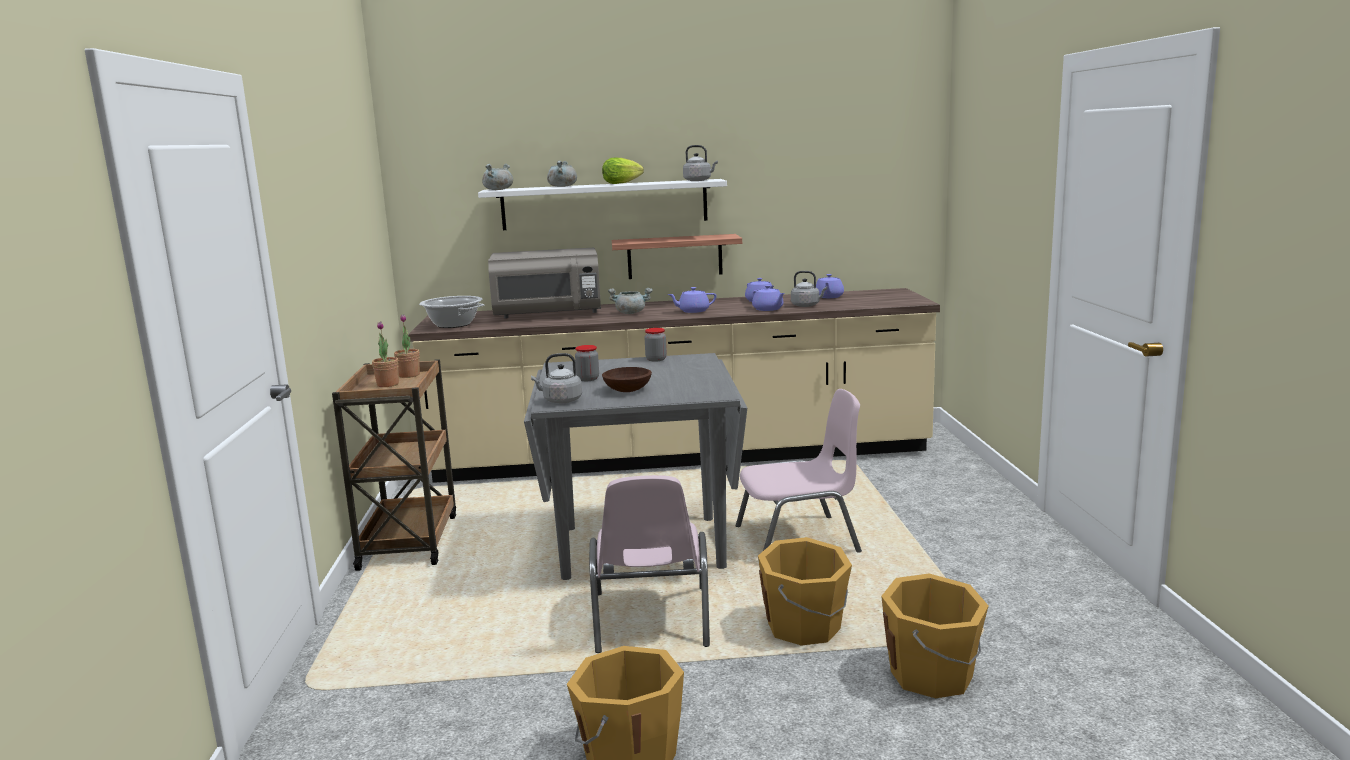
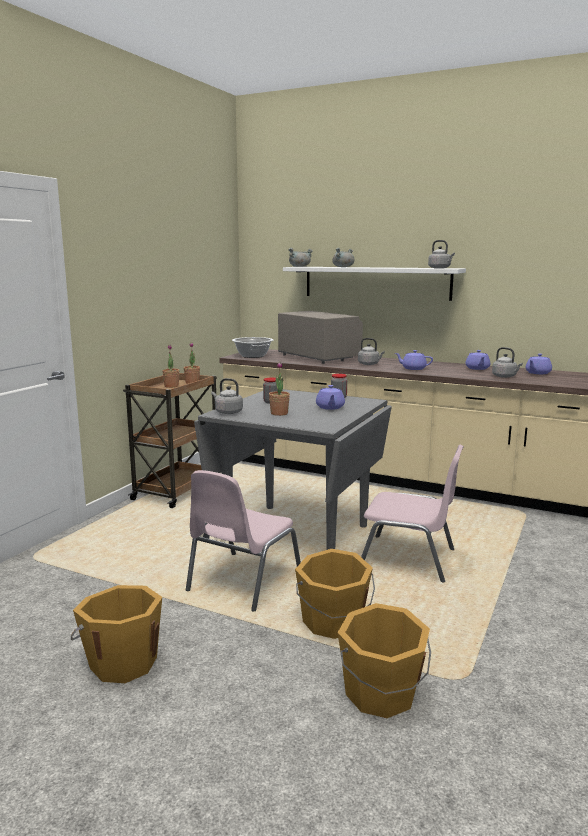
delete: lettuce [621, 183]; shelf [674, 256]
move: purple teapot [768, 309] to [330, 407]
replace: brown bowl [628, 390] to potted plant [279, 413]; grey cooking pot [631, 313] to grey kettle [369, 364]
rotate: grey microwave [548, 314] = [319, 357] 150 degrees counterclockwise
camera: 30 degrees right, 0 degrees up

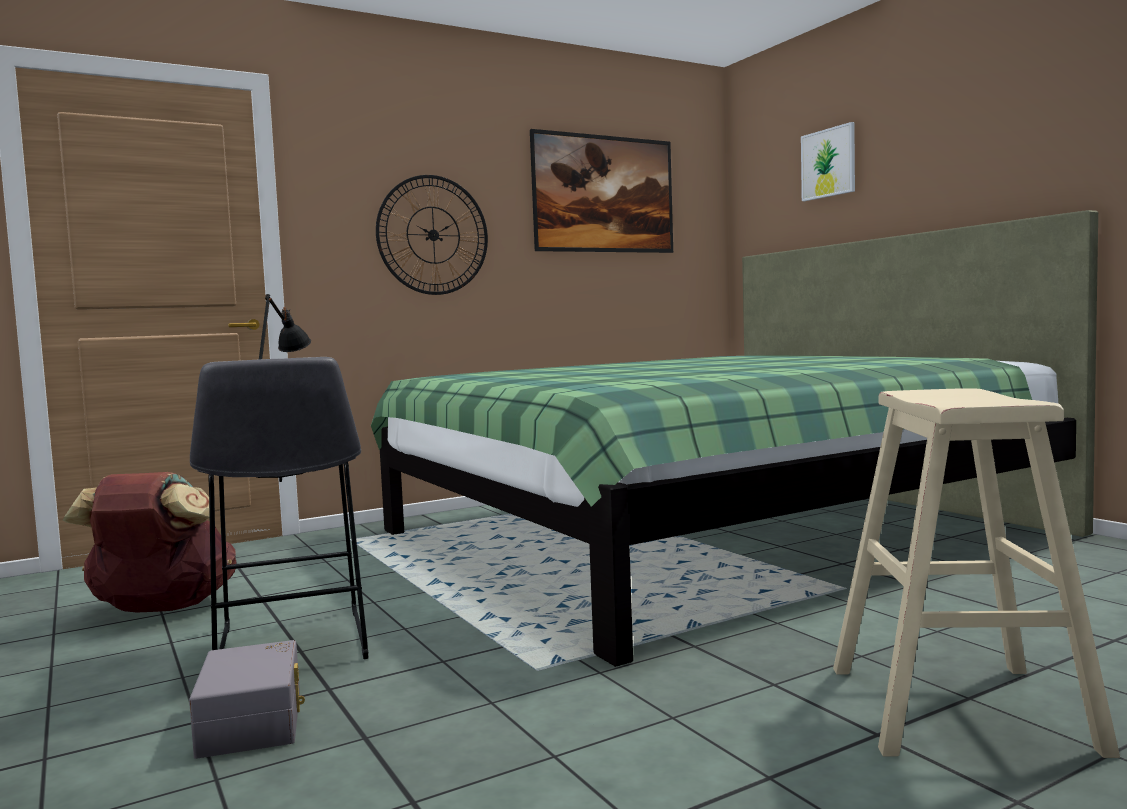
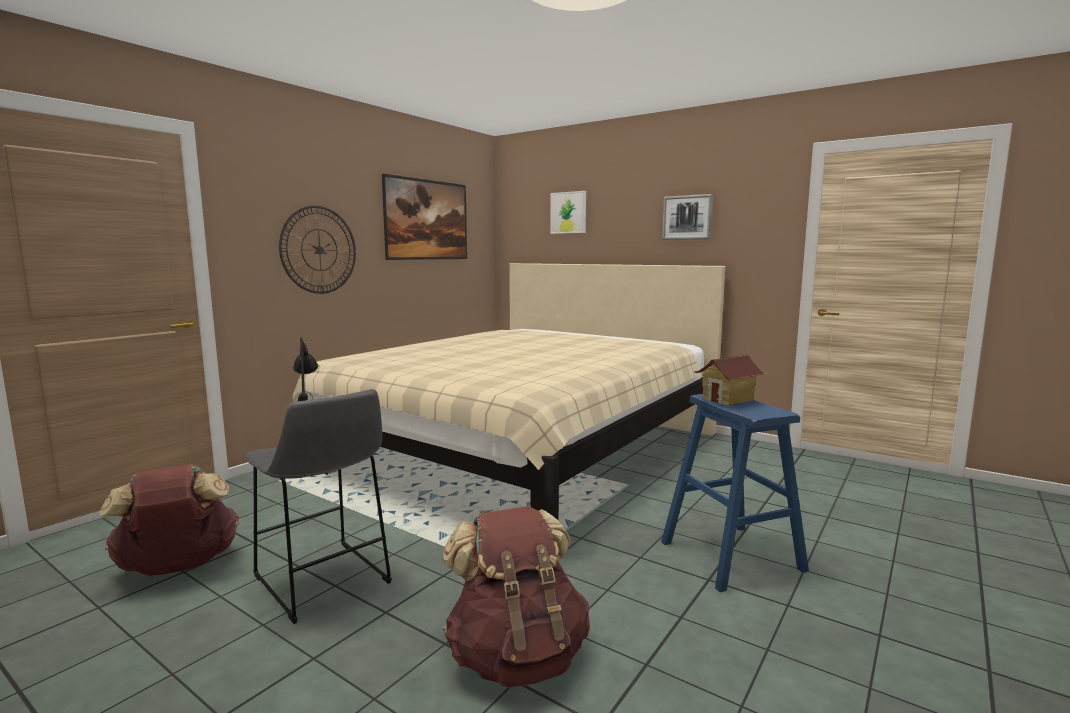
delete: grey storage box [254, 721]
insert: brown backpack [517, 656]; picture [687, 217]; toy house [728, 400]
recolor: green bed [707, 532] to beige bed [523, 450]; beige stool [959, 708] to blue stool [731, 556]
camera: 25 degrees left, 5 degrees up

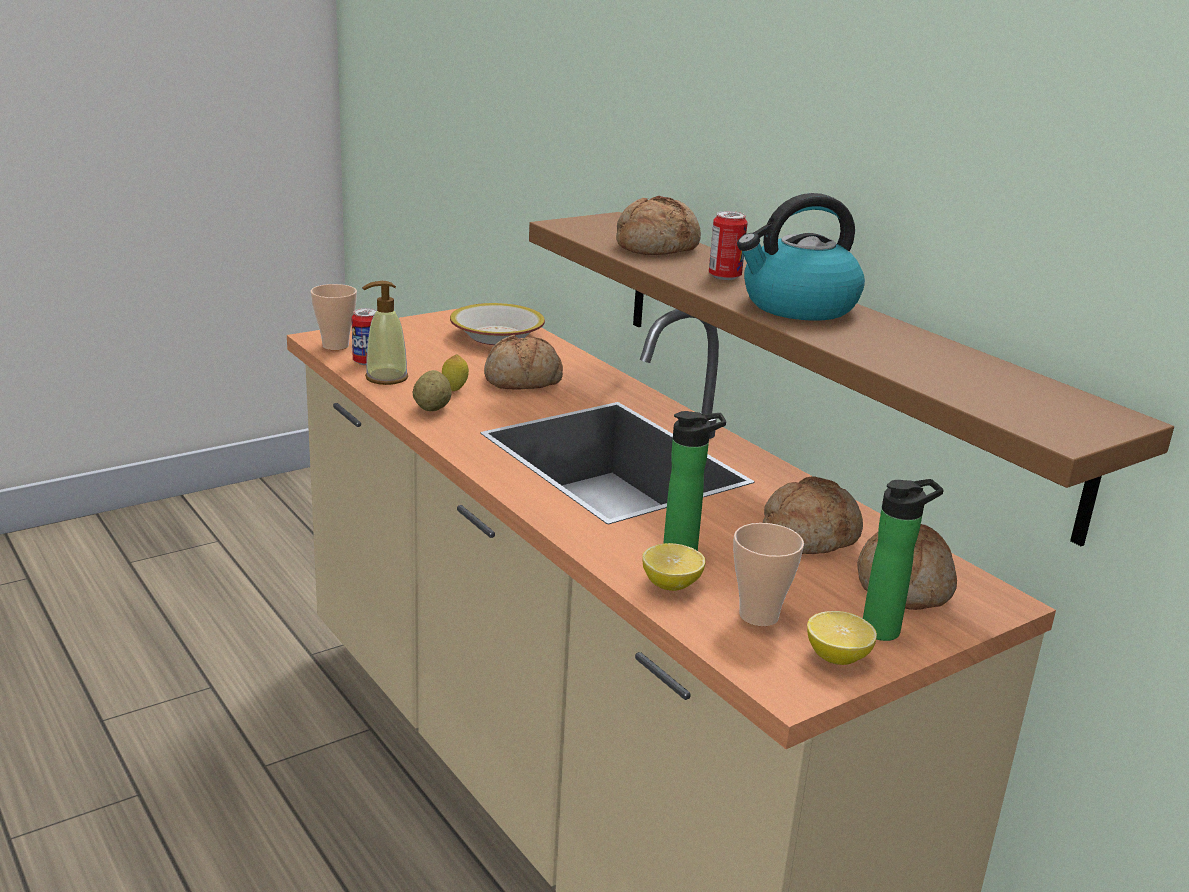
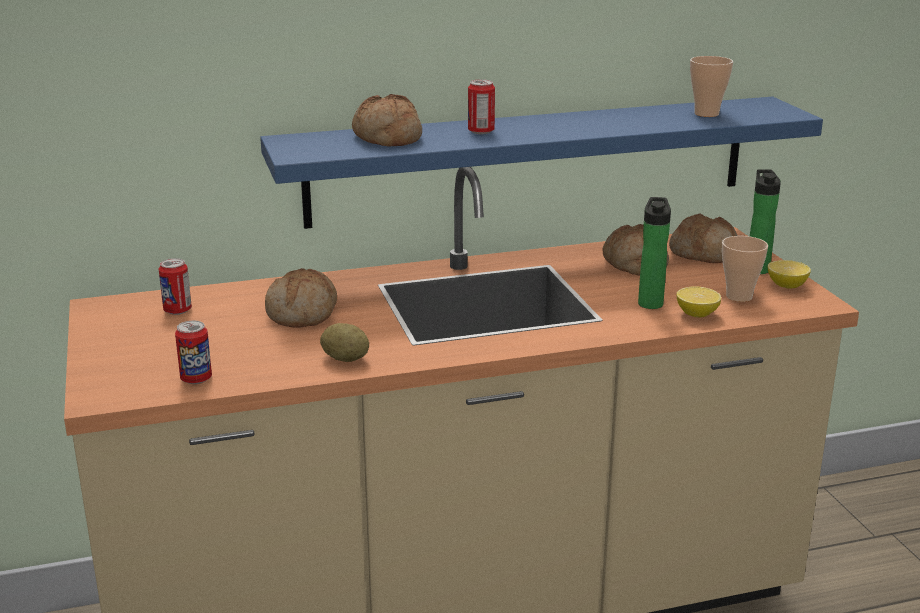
delete: soap dispenser [386, 378]; lemon [455, 390]; kettle [798, 306]
move: cup [335, 346] to [706, 114]
replace: bowl [496, 337] to can [177, 310]
recolor: brown shelf [826, 355] to blue shelf [531, 160]
camera: 70 degrees left, 0 degrees up

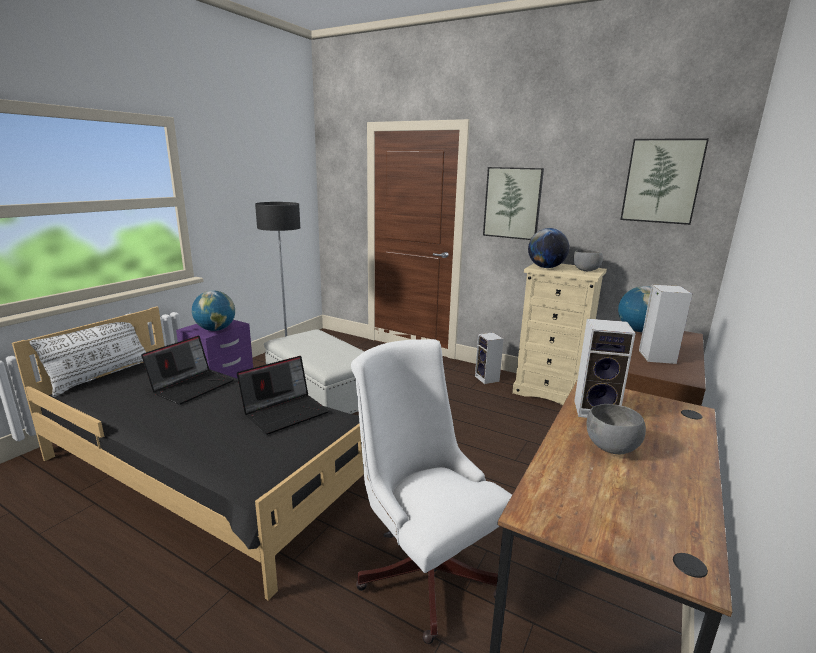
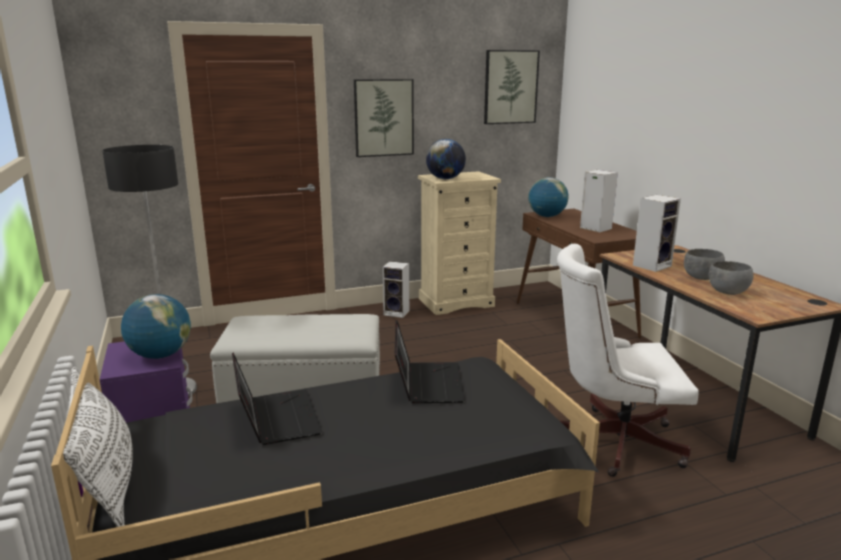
move: grey bowl [585, 270] to [727, 292]
camera: 50 degrees left, 0 degrees up

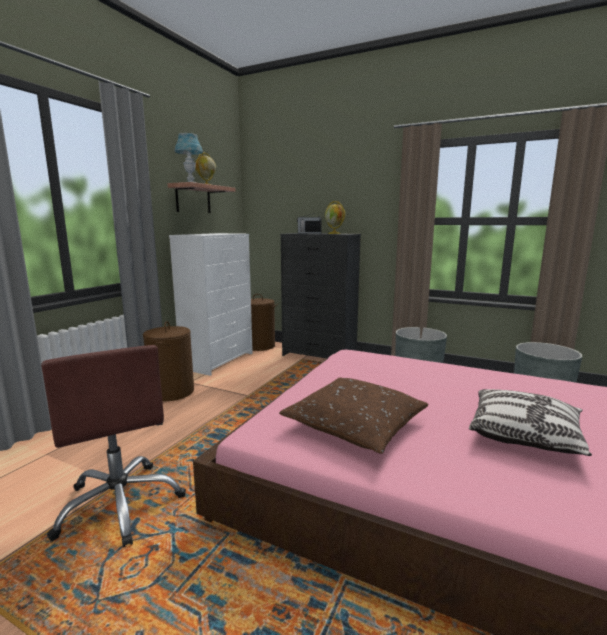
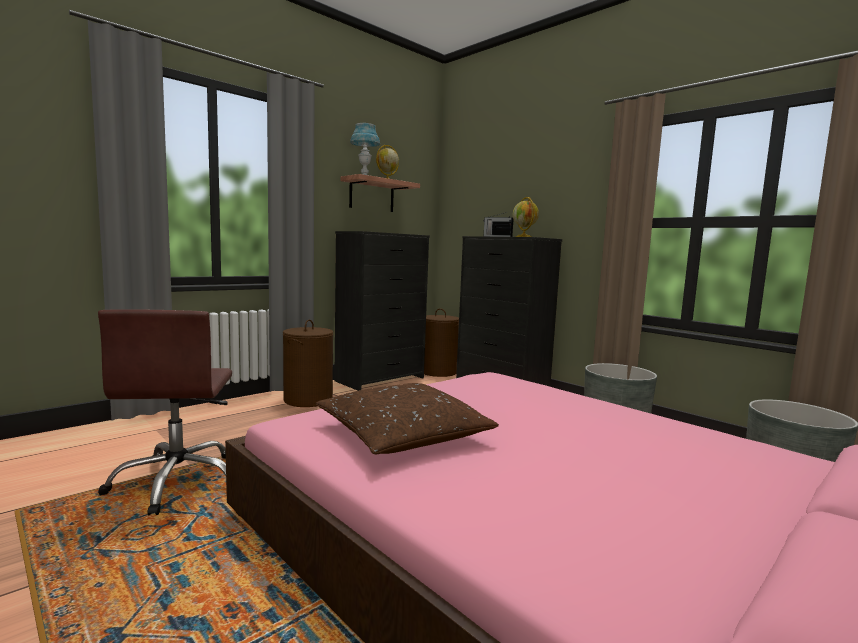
delete: pillow [524, 435]
recolor: white dresser [218, 360] to black dresser [381, 379]
camera: 20 degrees right, 5 degrees down

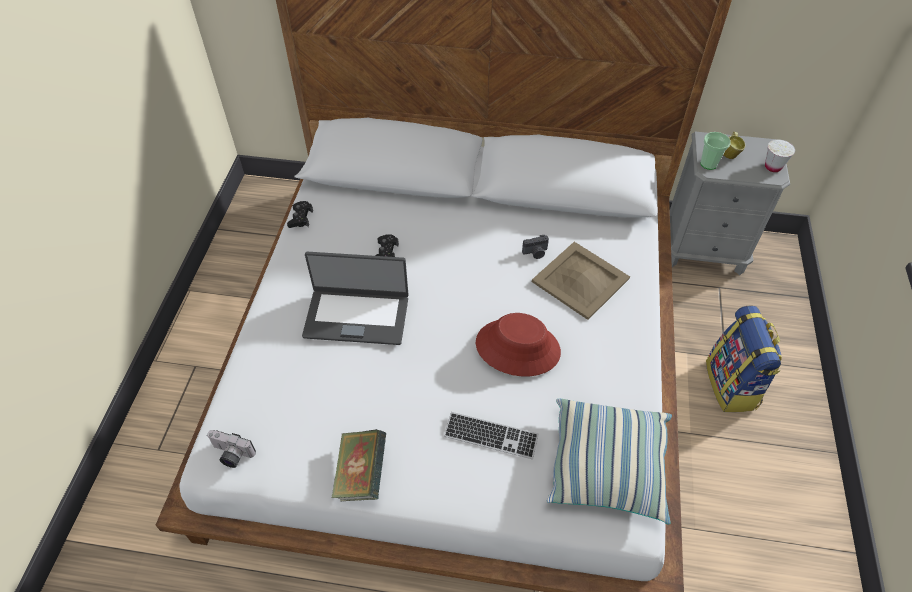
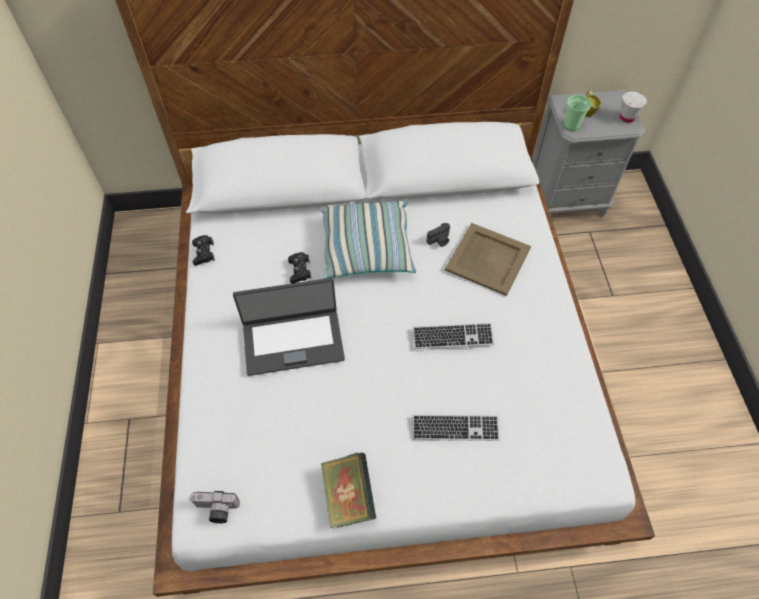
delete: backpack [732, 385]
move: pillow [607, 467] to [367, 249]
replace: red hat [518, 347] to keyboard [452, 337]
camera: 15 degrees left, 5 degrees up

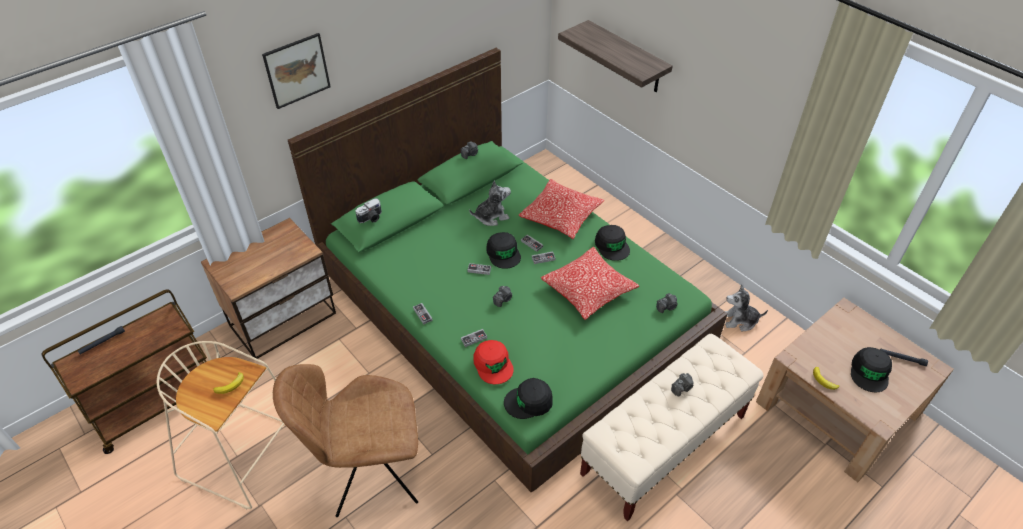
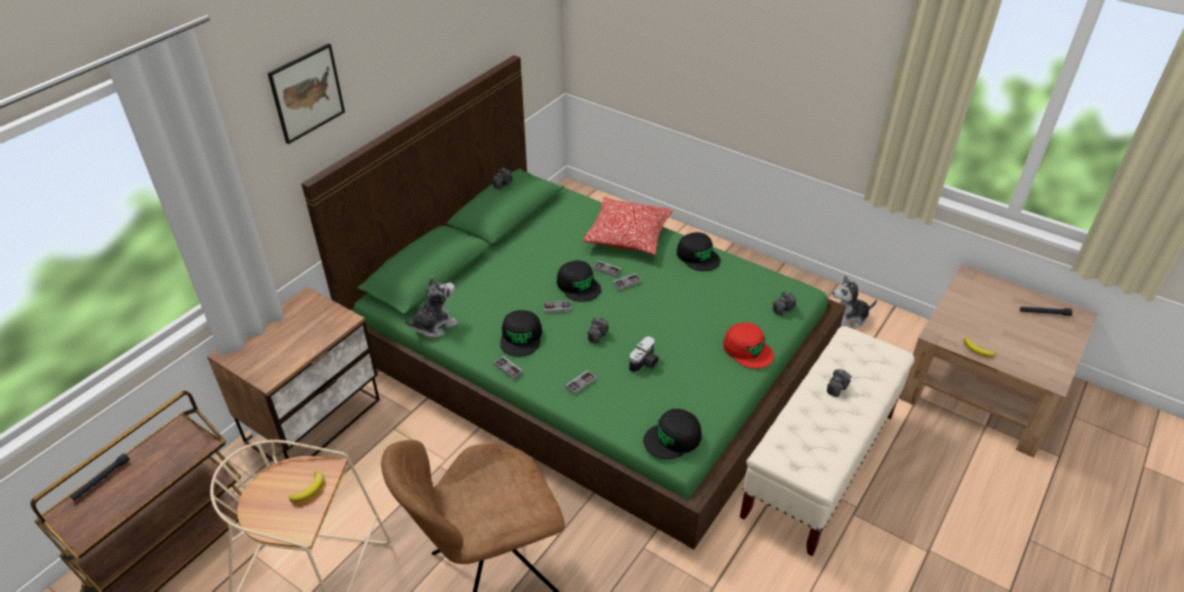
delete: pillow [588, 290]; shelf [626, 57]
move: photo camera [371, 218] to [645, 363]; plush toy [491, 216] to [434, 325]; red cap [493, 364] to [748, 350]; black cap [870, 372] to [521, 337]
camera: 15 degrees left, 5 degrees down

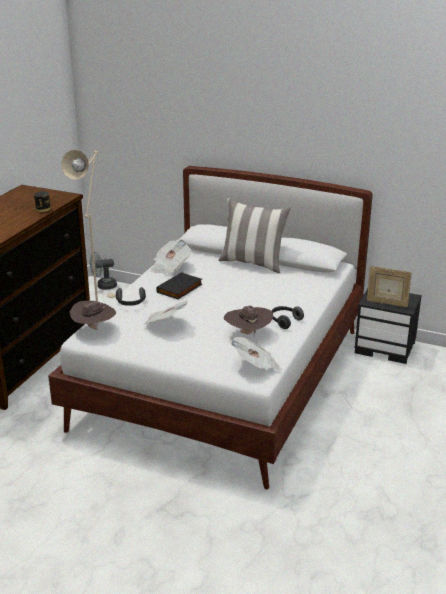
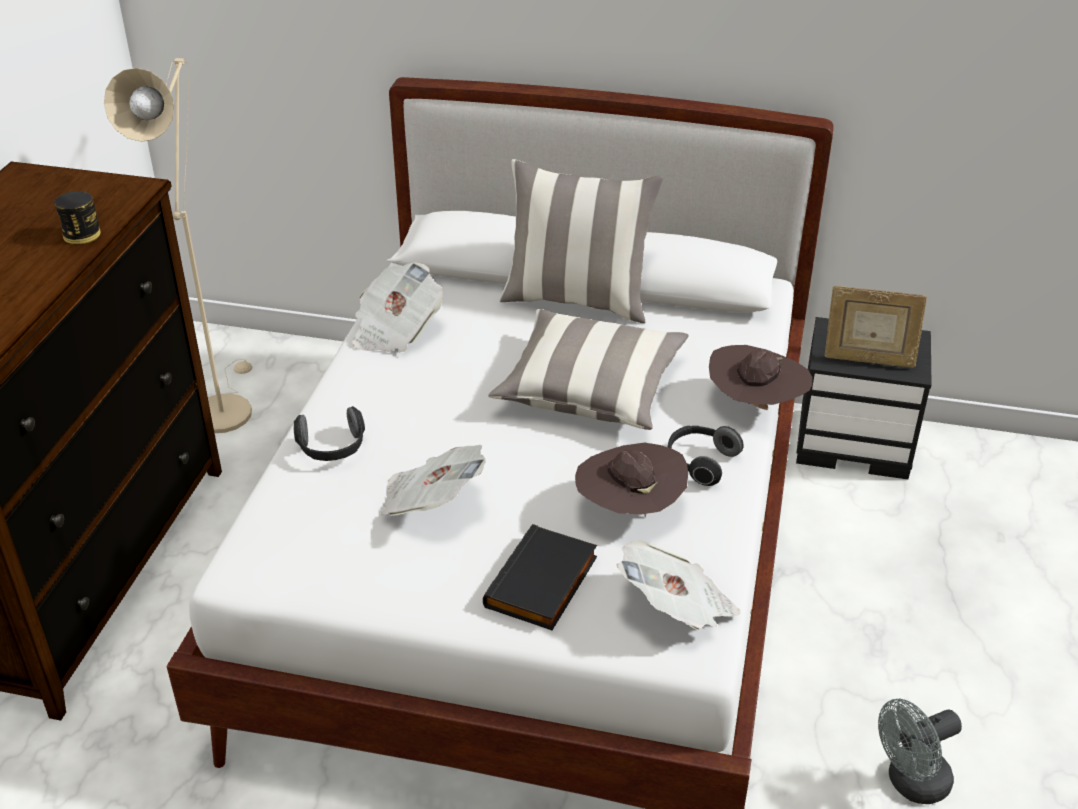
insert: pillow [590, 390]
move: brown hat [94, 329] to [755, 406]; grey fan [103, 286] to [910, 783]; black book [180, 289] to [543, 583]
camera: 10 degrees left, 10 degrees up

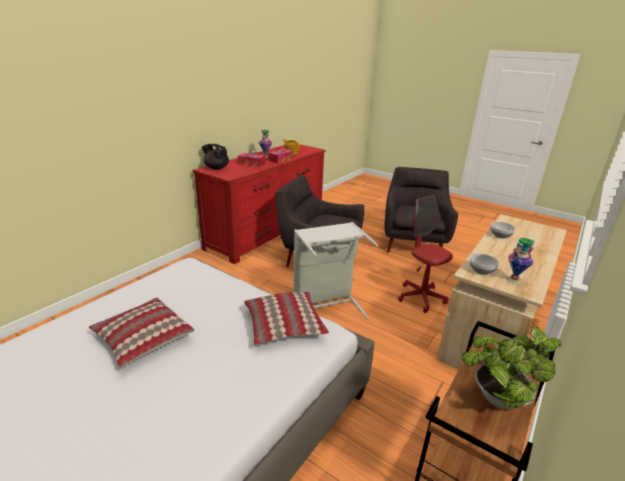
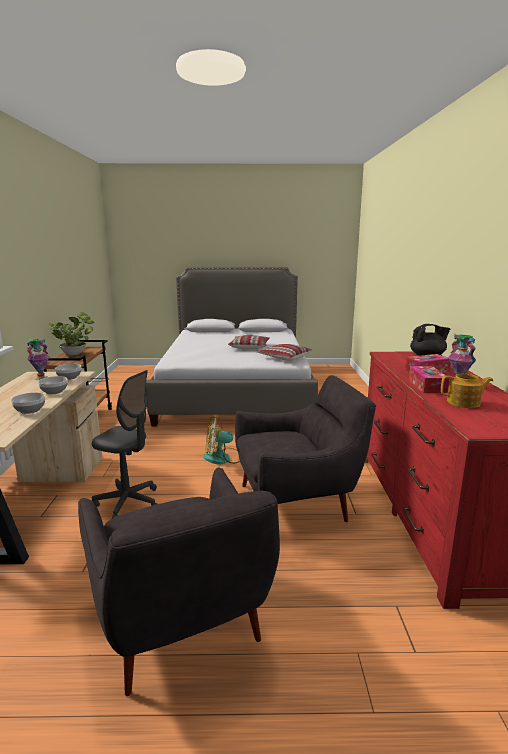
insert: bowl [55, 391]
move: pillow [285, 325] to [284, 357]
replace: grey laundry basket [326, 306] to fan [223, 458]
recolor: red office chair [421, 298] to grey office chair [128, 503]
camera: 145 degrees right, 10 degrees down

